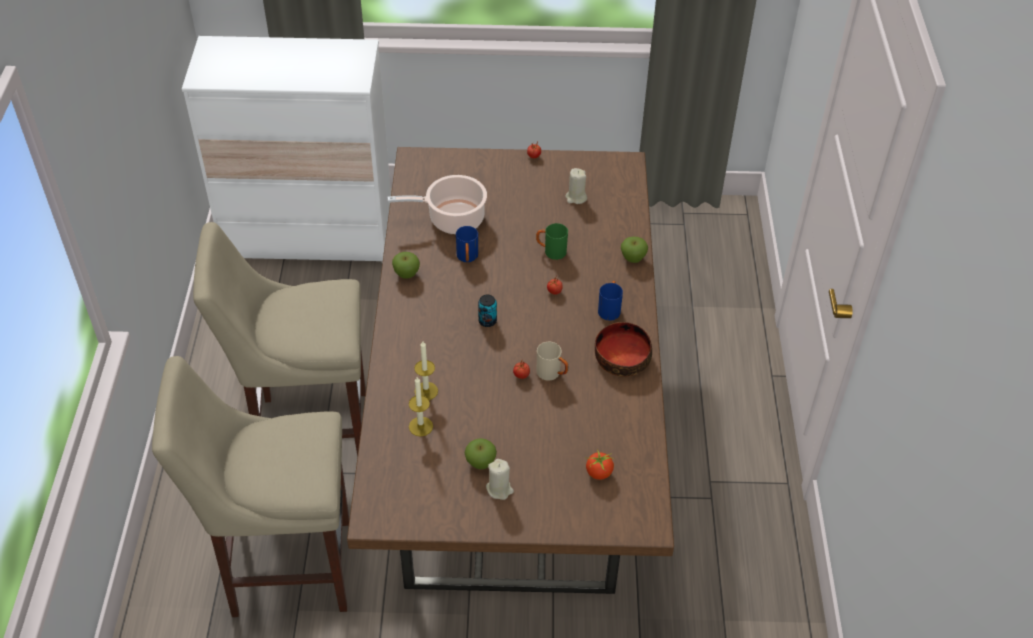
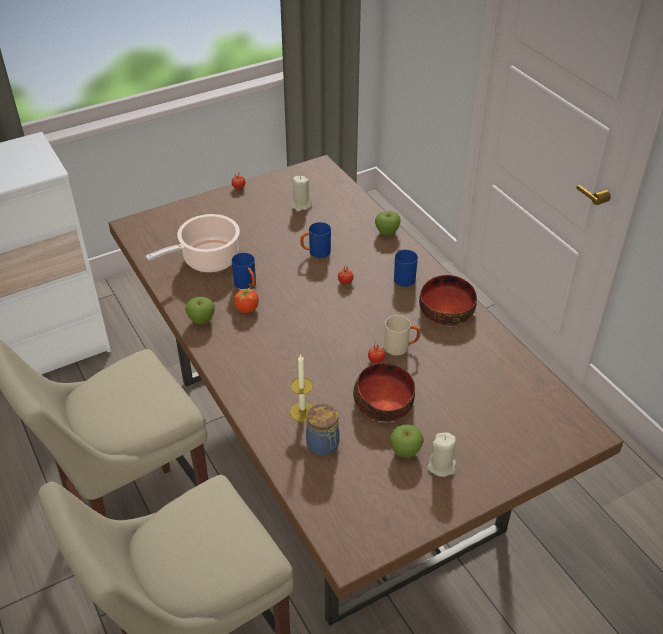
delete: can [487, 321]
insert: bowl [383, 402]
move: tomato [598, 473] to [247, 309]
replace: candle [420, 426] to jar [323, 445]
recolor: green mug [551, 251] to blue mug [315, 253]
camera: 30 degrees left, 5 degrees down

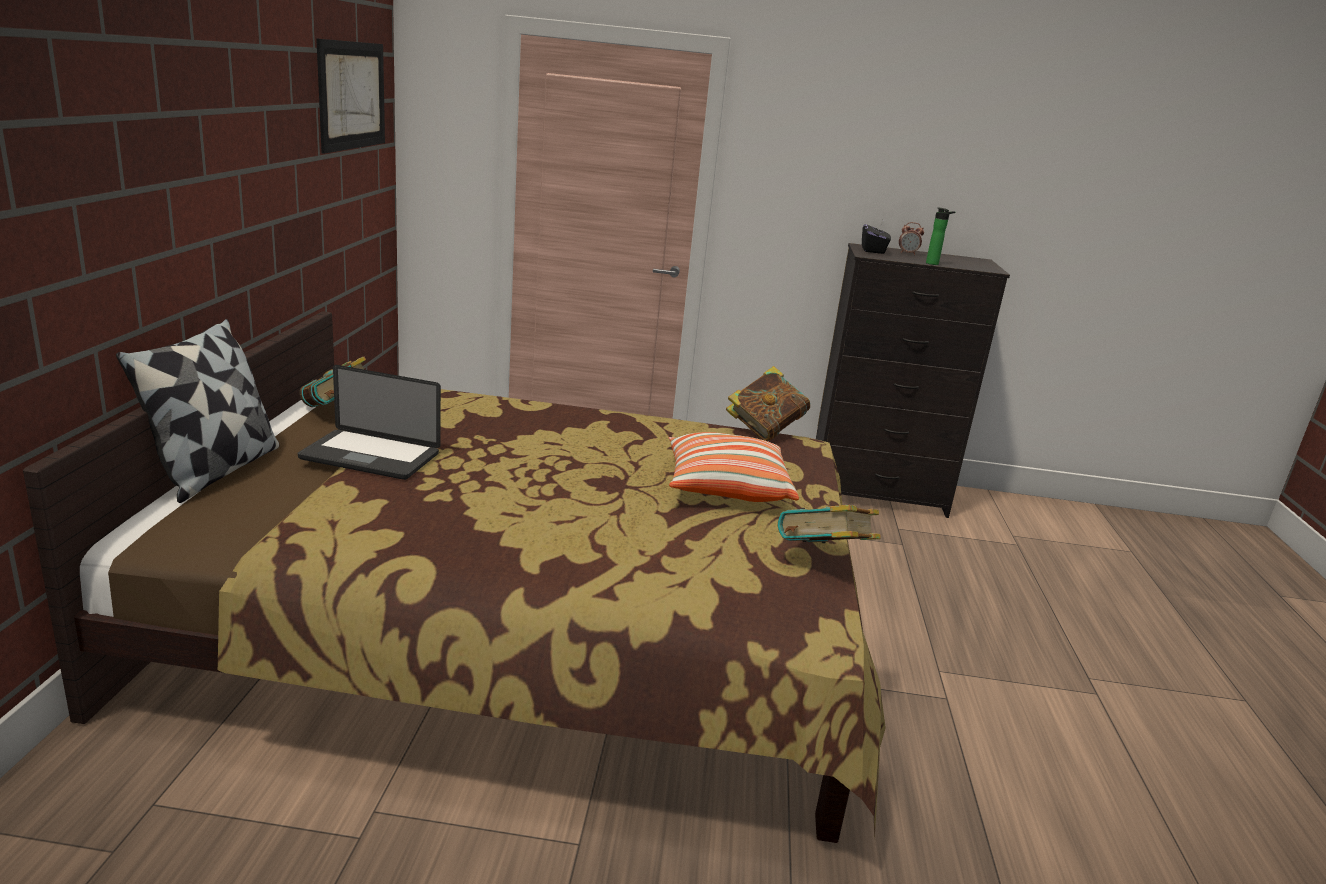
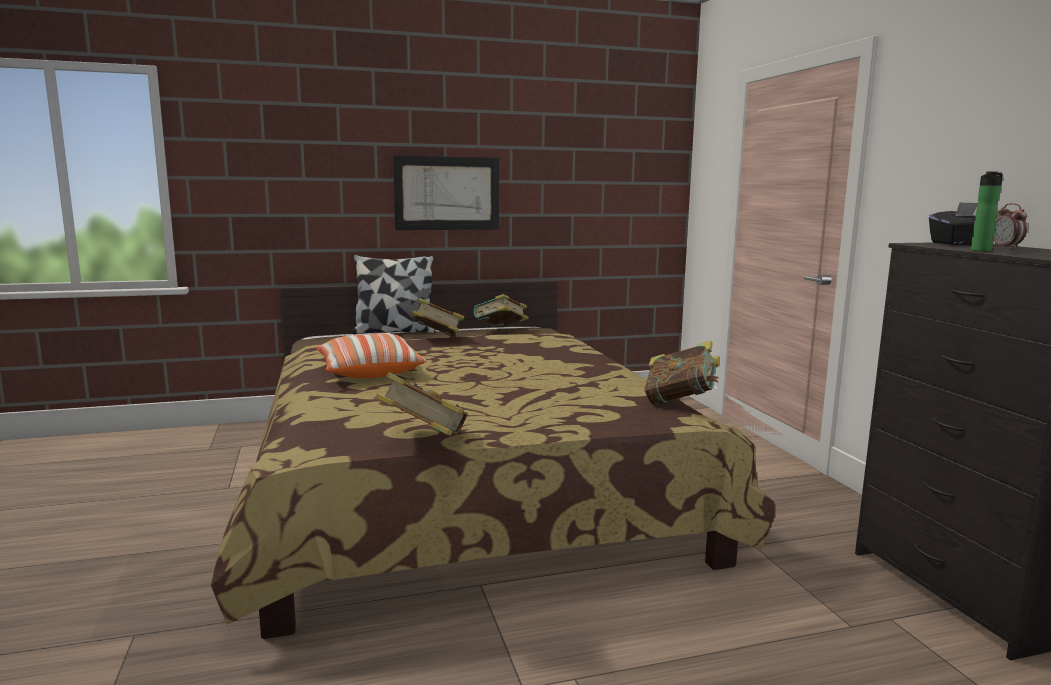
move: picture [352, 95] to [447, 193]; pillow [726, 488] to [369, 372]
replace: laptop [370, 456] to book [436, 339]
camera: 70 degrees right, 10 degrees down

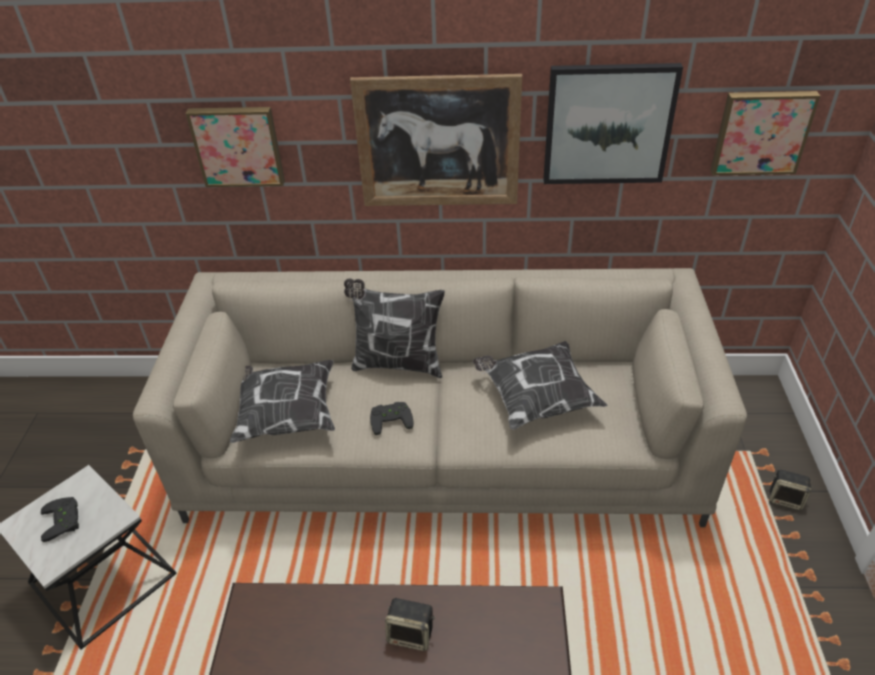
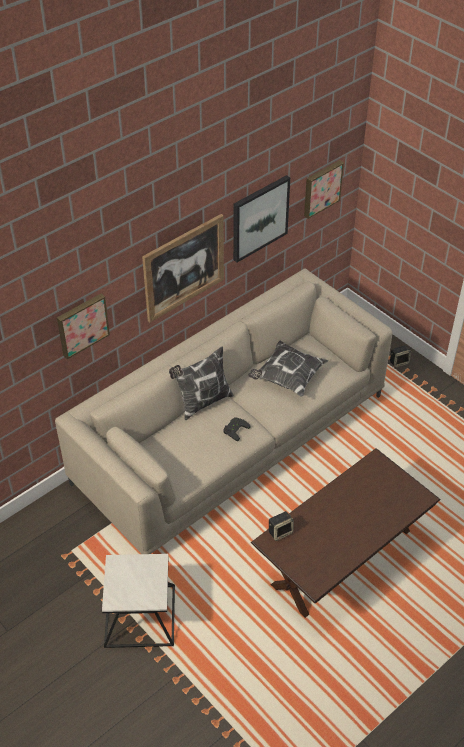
delete: black game controller [64, 520]; pillow [285, 414]
move: speaker [411, 634] to [280, 532]
camera: 45 degrees left, 5 degrees up

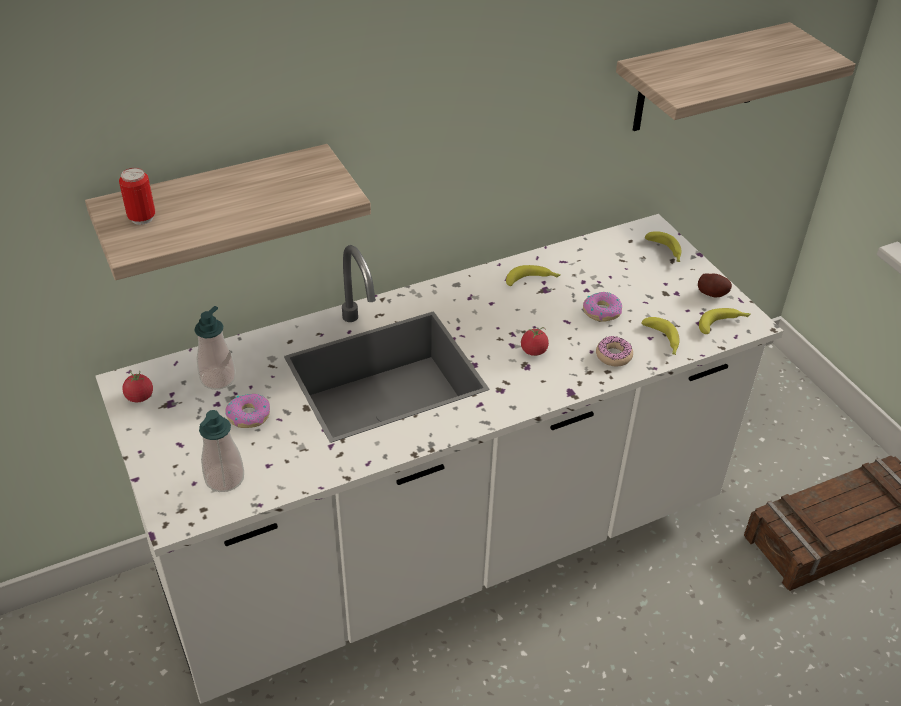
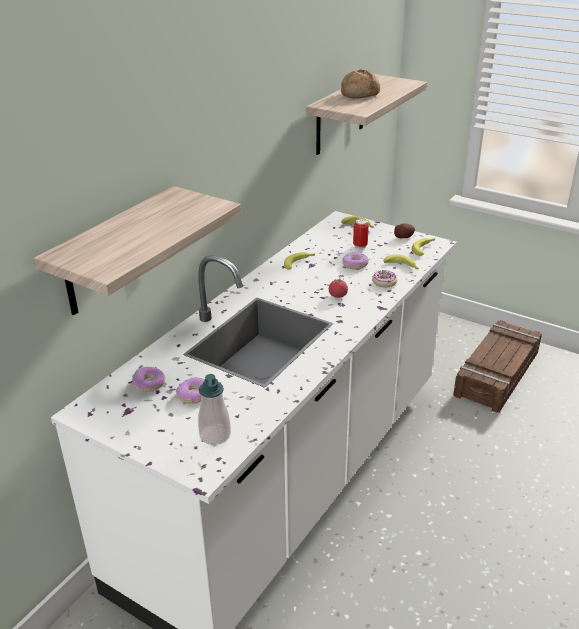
delete: tomato [140, 397]
insert: bread [359, 94]
move: can [142, 218] to [360, 246]
replace: soap dispenser [218, 378] to donut [149, 383]
camera: 30 degrees left, 10 degrees down

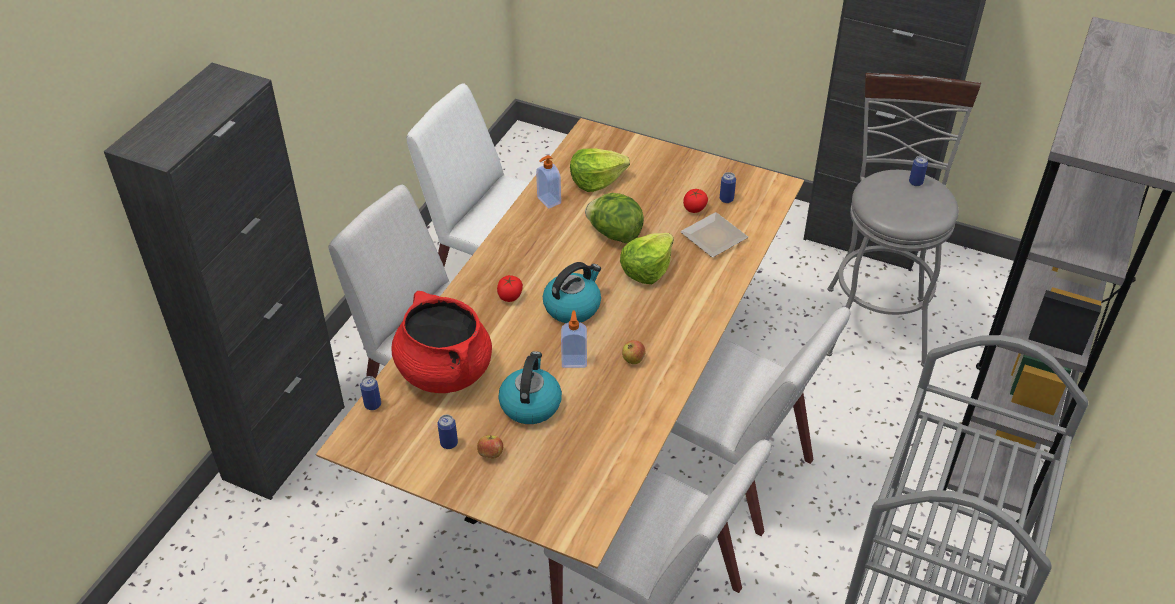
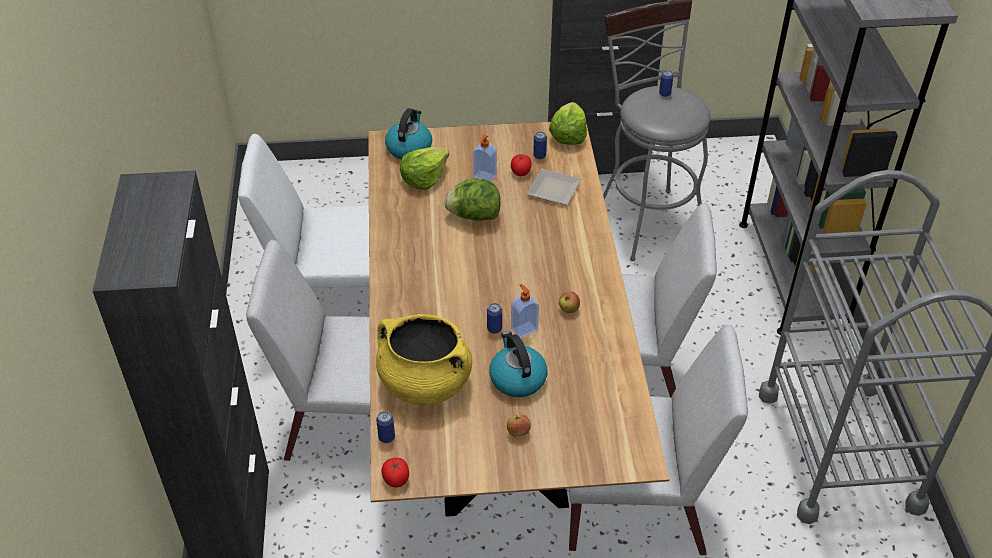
move: can [449, 443] to [494, 329]; tomato [510, 296] to [396, 479]; soap dispenser [548, 201] to [484, 177]; kettle [572, 306] to [409, 148]; lettuce [646, 269] to [568, 135]
recolor: red cooking pot [444, 371] to yellow cooking pot [424, 383]
camera: 30 degrees left, 0 degrees up

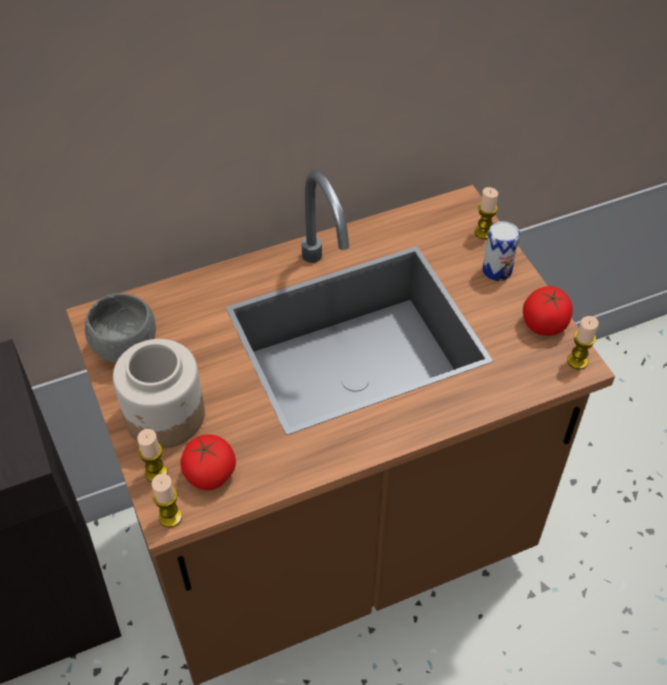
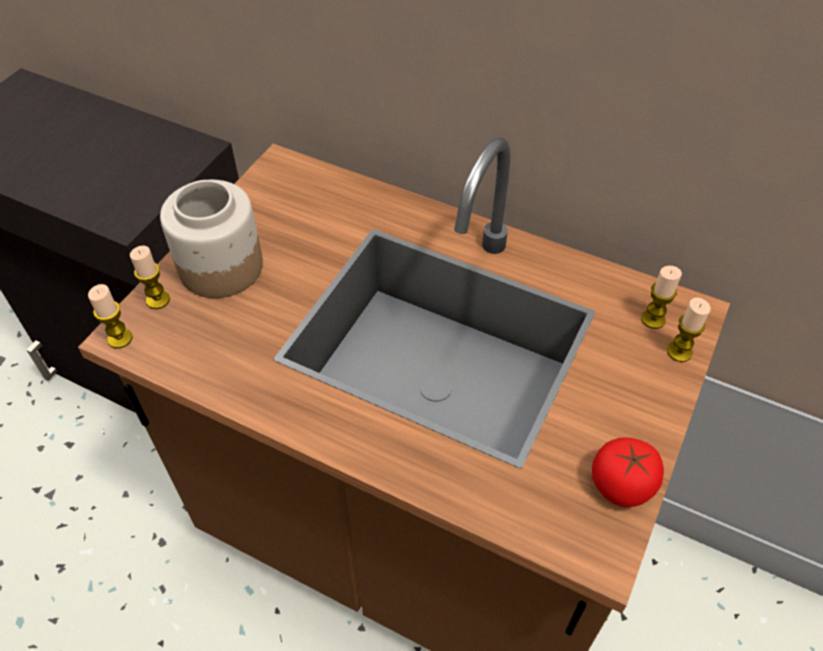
delete: grey bowl [125, 347]; tomato [210, 474]; can [497, 270]
move: candle [577, 361] to [653, 319]
camera: 50 degrees right, 0 degrees up

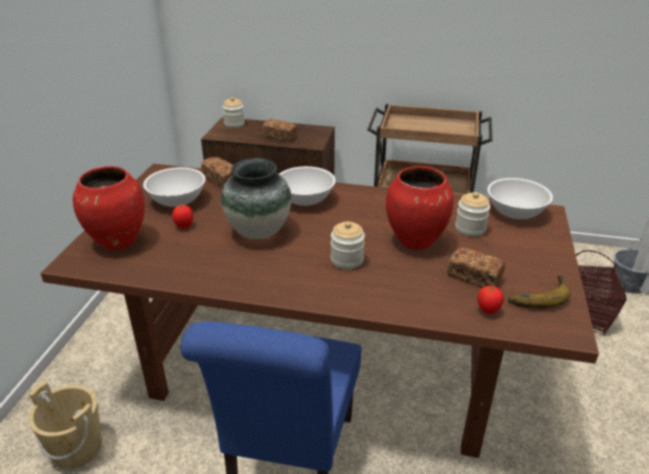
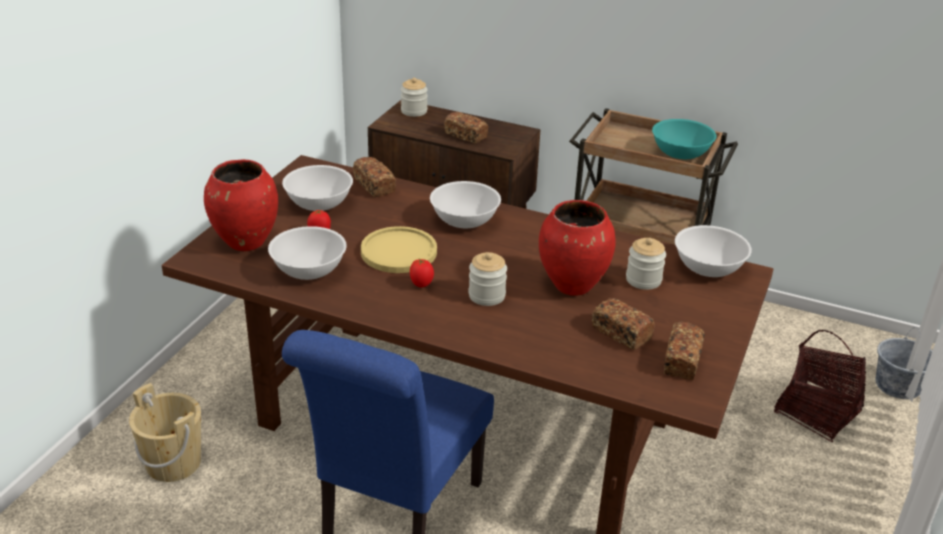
insert: white bowl [308, 270]; turquoise bowl [681, 153]
move: tomato [488, 310] to [421, 285]
replace: vase [258, 232] to yellow plate [398, 252]; banana [536, 295] to bread [682, 361]
camera: 10 degrees right, 0 degrees up

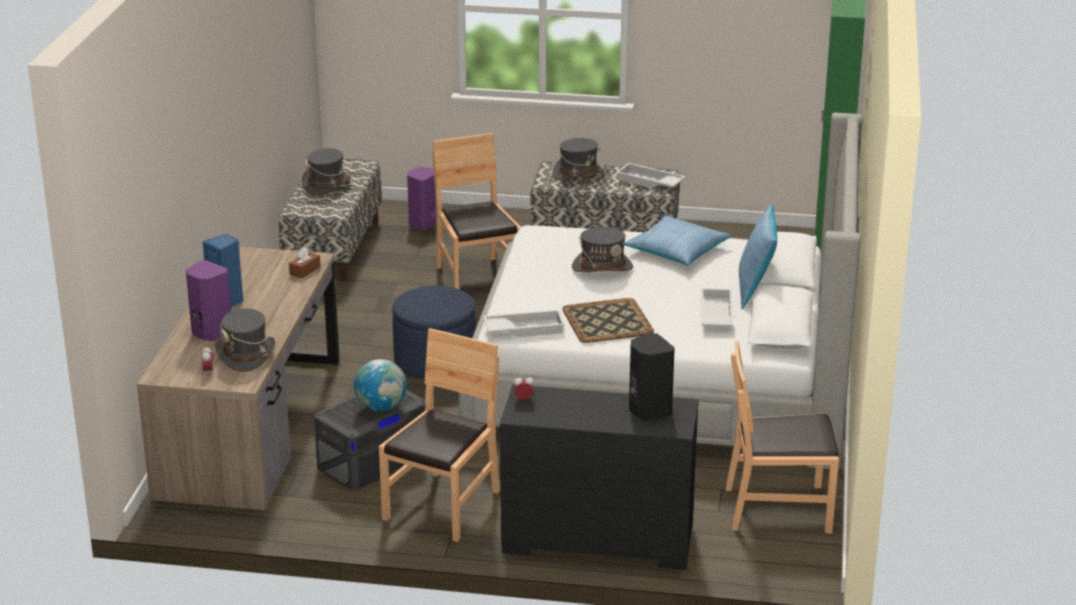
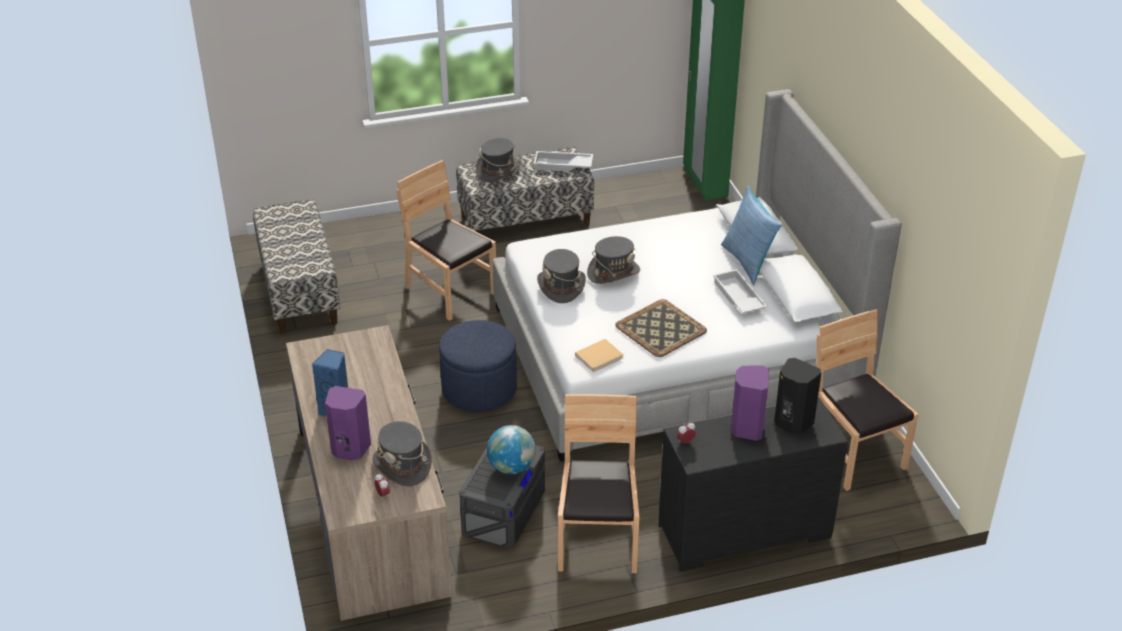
delete: brown tissue box [305, 270]; pillow [676, 250]
move: grey hat [326, 185] to [561, 286]; purple speaker [423, 223] to [746, 428]
replace: white tray [524, 328] to beige book [600, 356]
rotate: brown chair [778, 508] = [853, 454] 90 degrees clockwise
camera: 25 degrees left, 10 degrees up

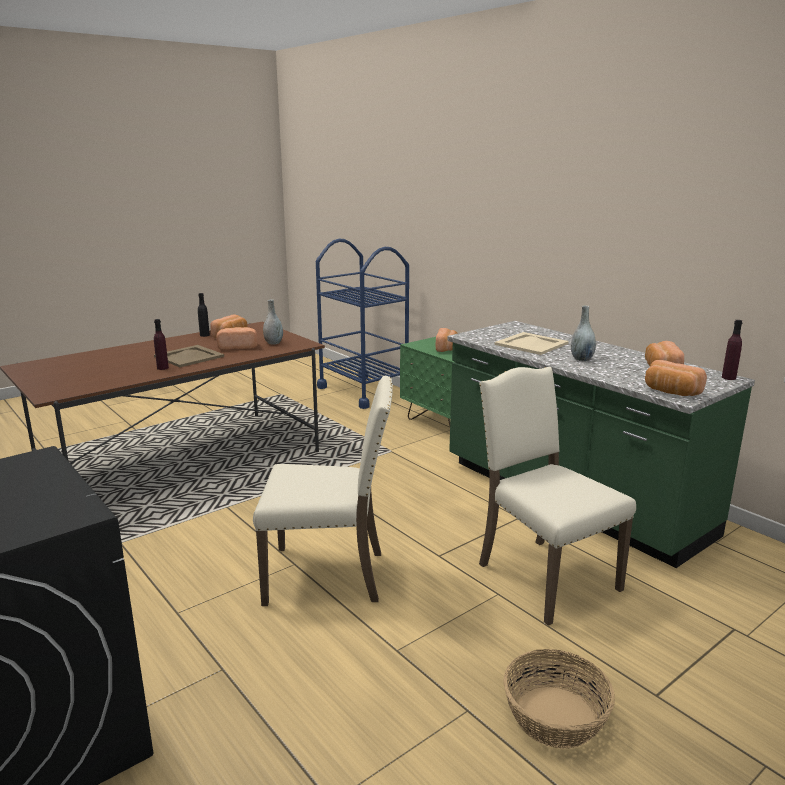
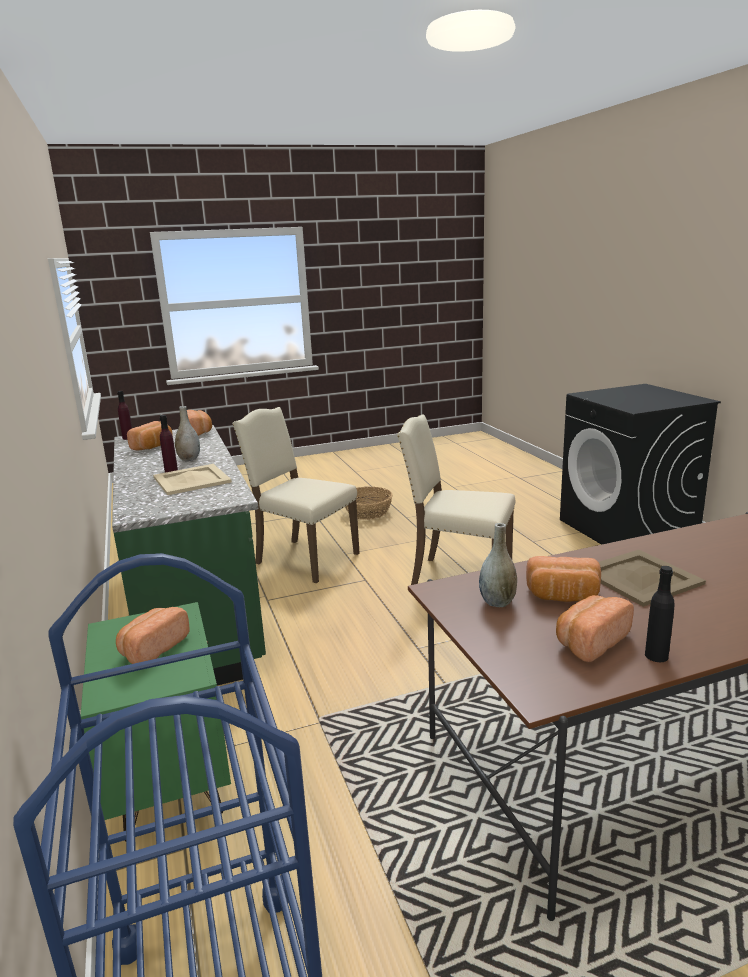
move: purple bottle [162, 368] to [171, 471]
rotate: beige chair [543, 576] = [304, 559] 135 degrees clockwise
camera: 160 degrees left, 0 degrees up

